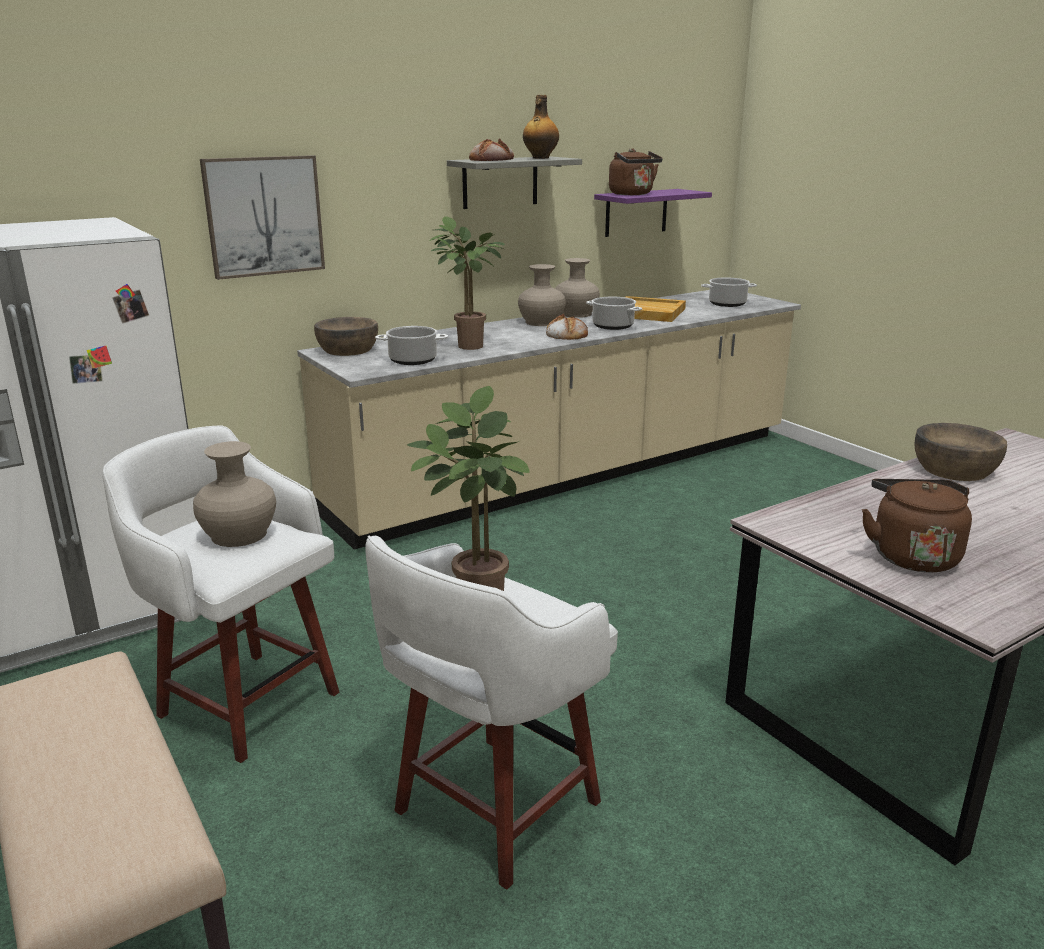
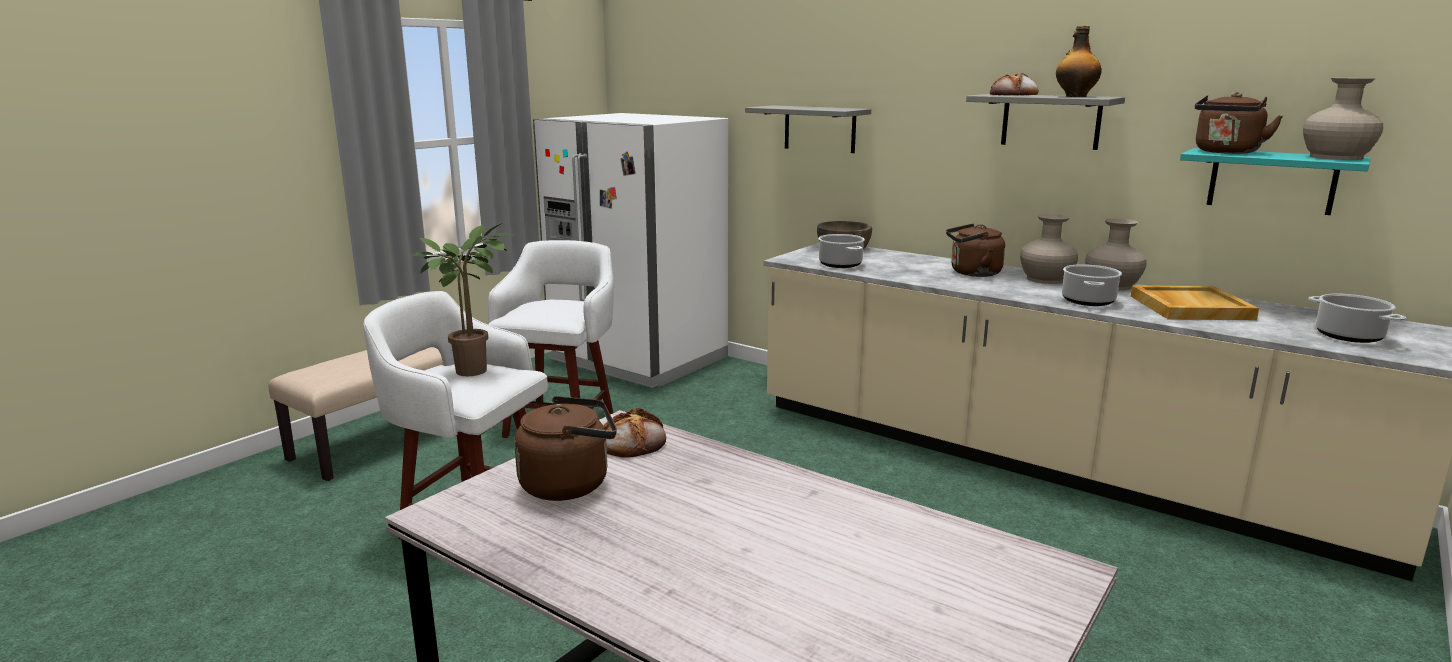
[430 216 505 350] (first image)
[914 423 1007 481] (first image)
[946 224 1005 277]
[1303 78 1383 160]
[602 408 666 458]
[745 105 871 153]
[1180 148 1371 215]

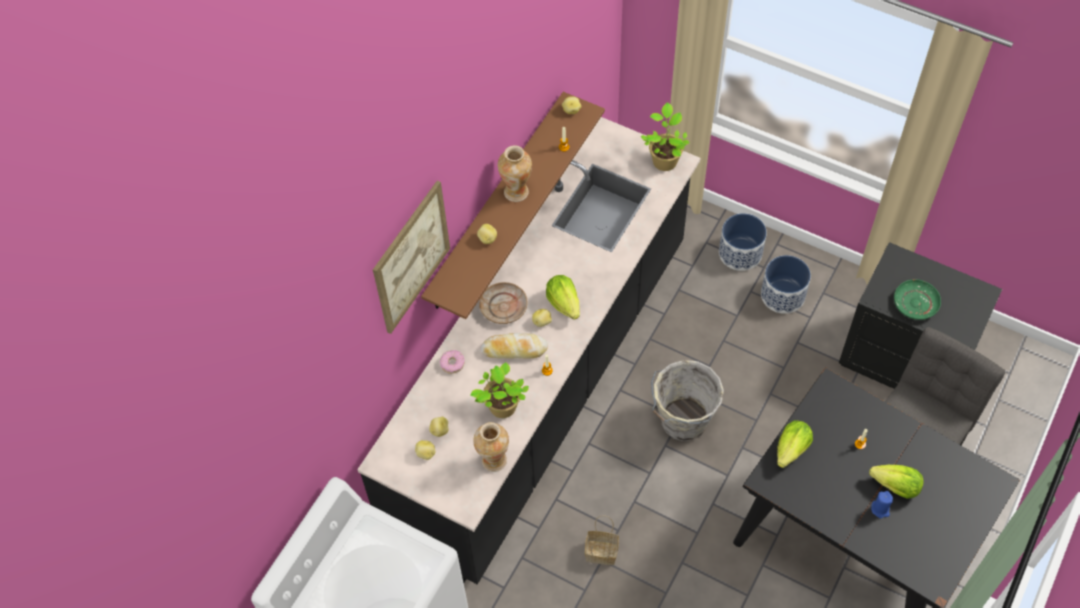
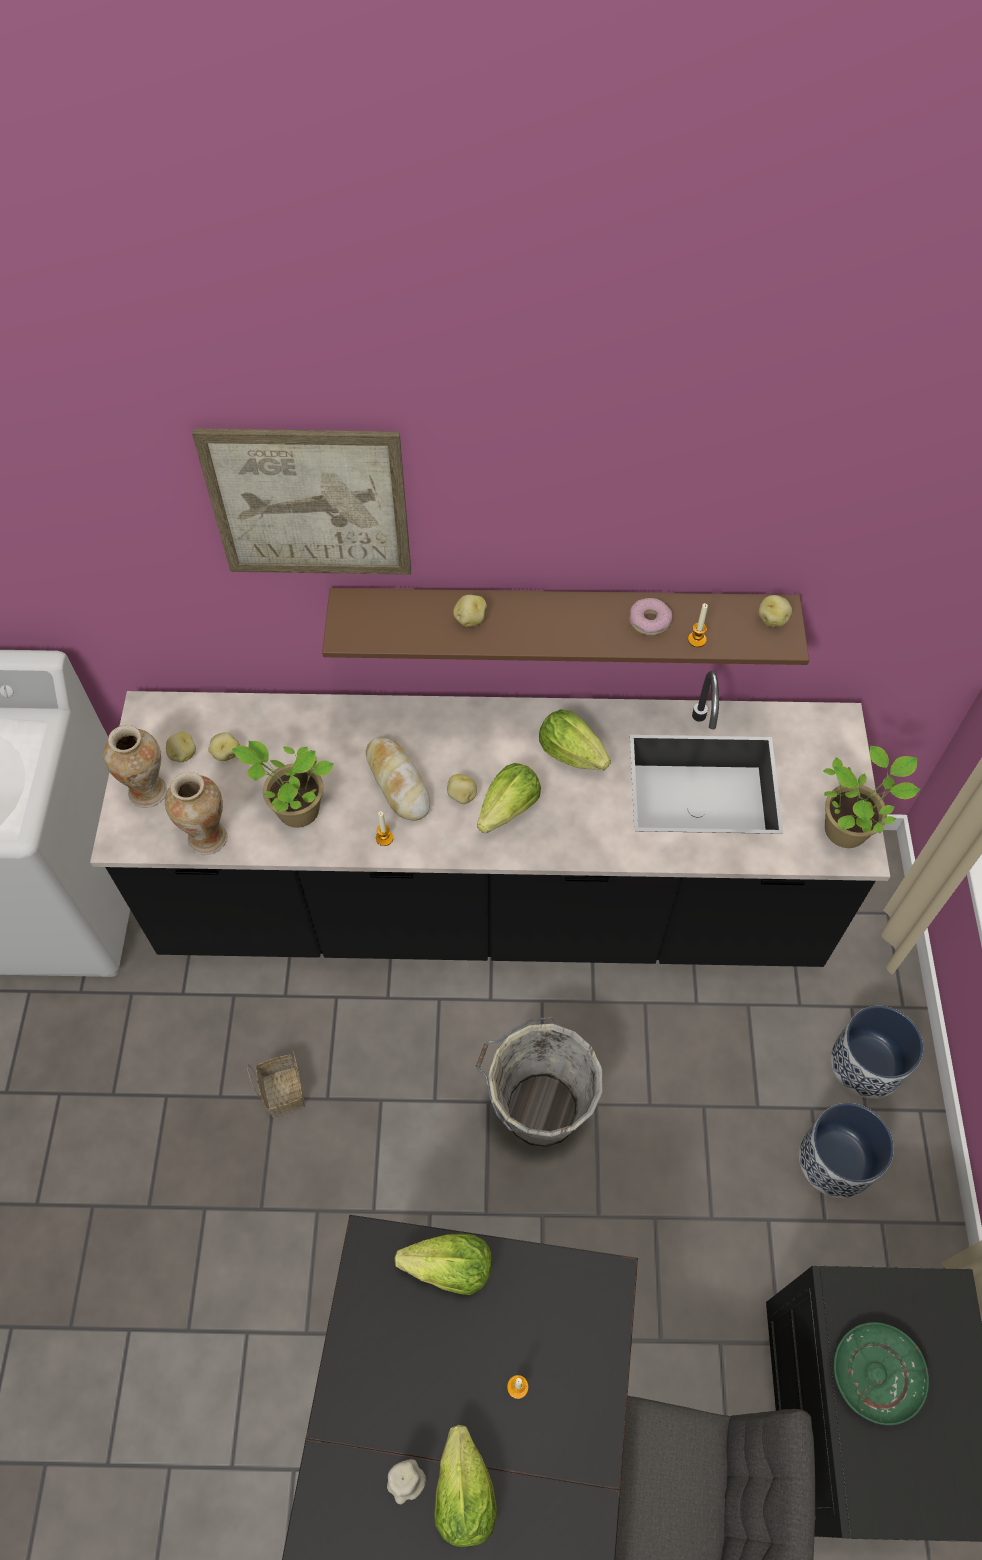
[479 282 527 324] (first image)
[539 710 611 771]
[629 598 672 635]
[103 725 167 808]
[387 1459 426 1504]

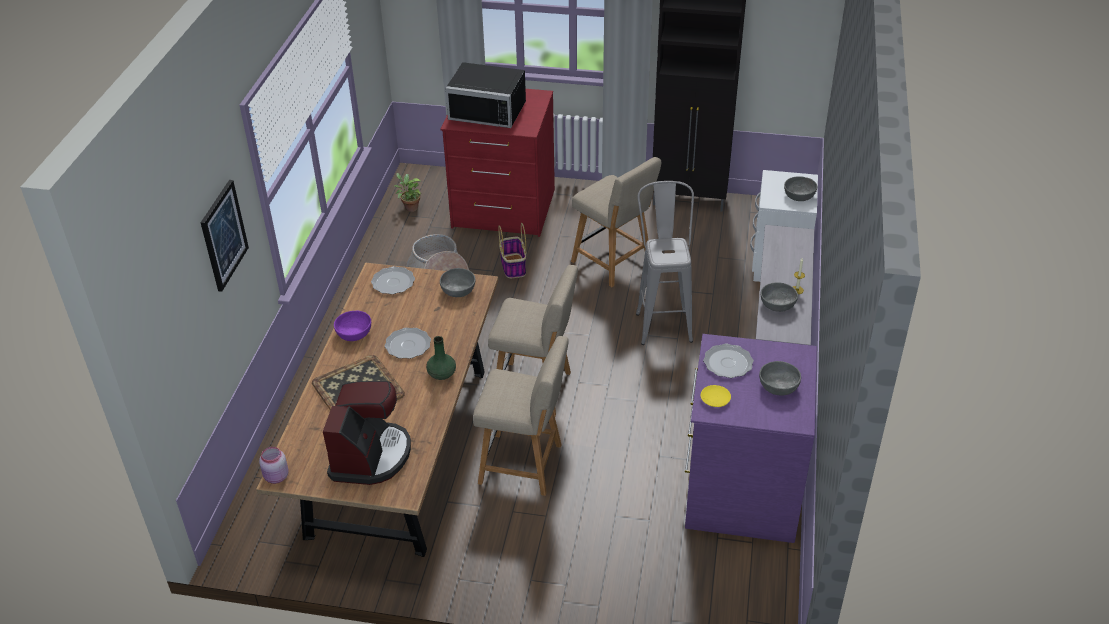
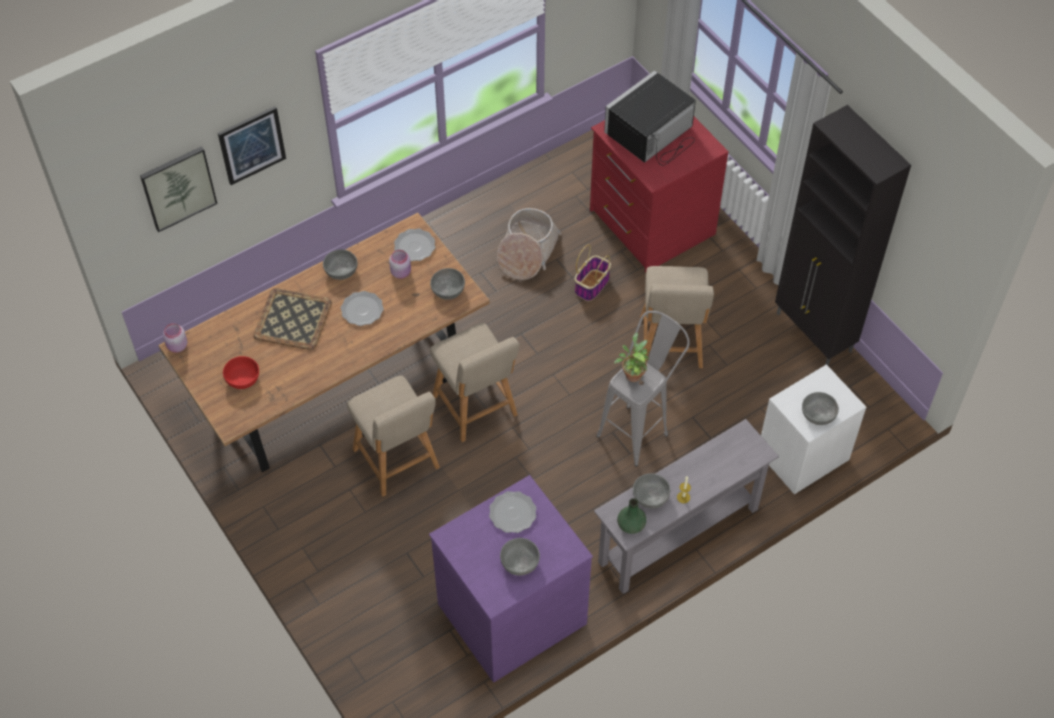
[701 385 731 407] (first image)
[140 146 217 232]
[389 250 411 279]
[614 333 649 382]
[617 498 646 534]
[223 356 259 389]
[323 249 357 280]
[604 70 696 166]

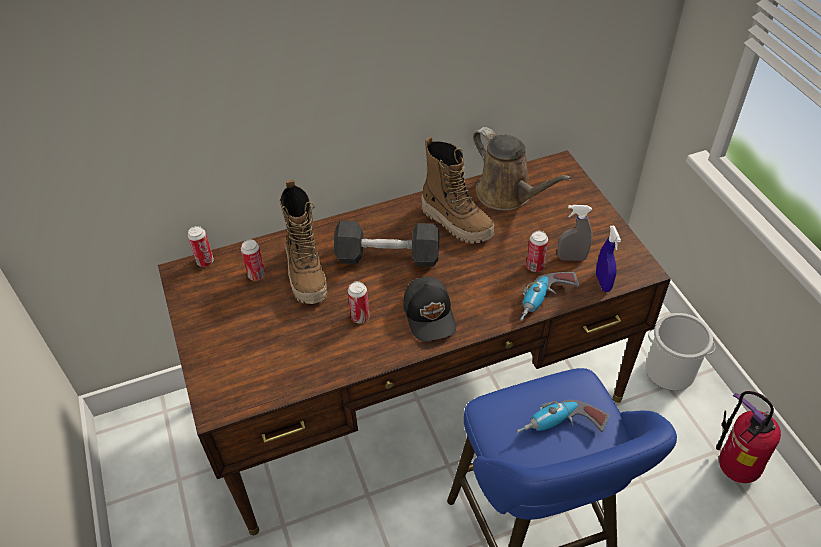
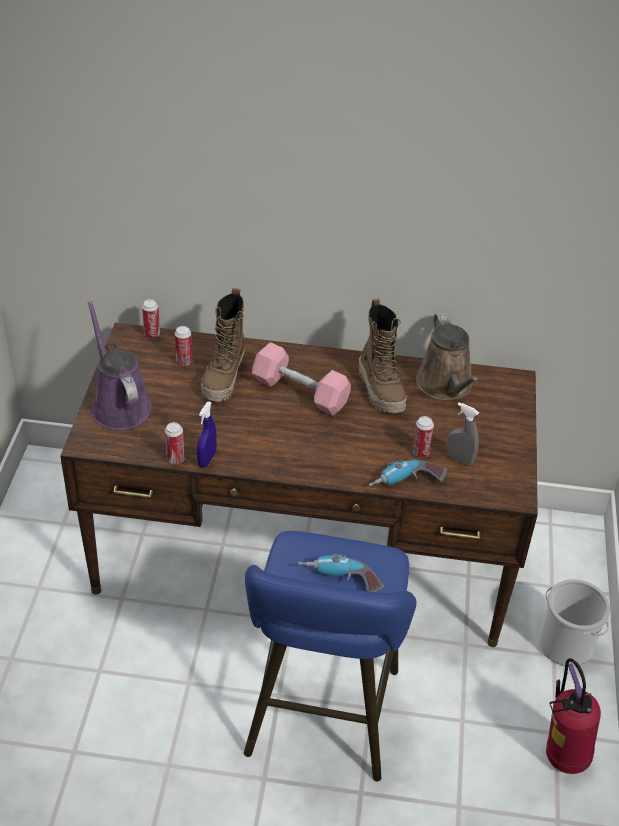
[403 276 456 341] (first image)
[88 301 152 430]
[165 422 185 465]
[197 402 217 468]
[252 342 351 416]

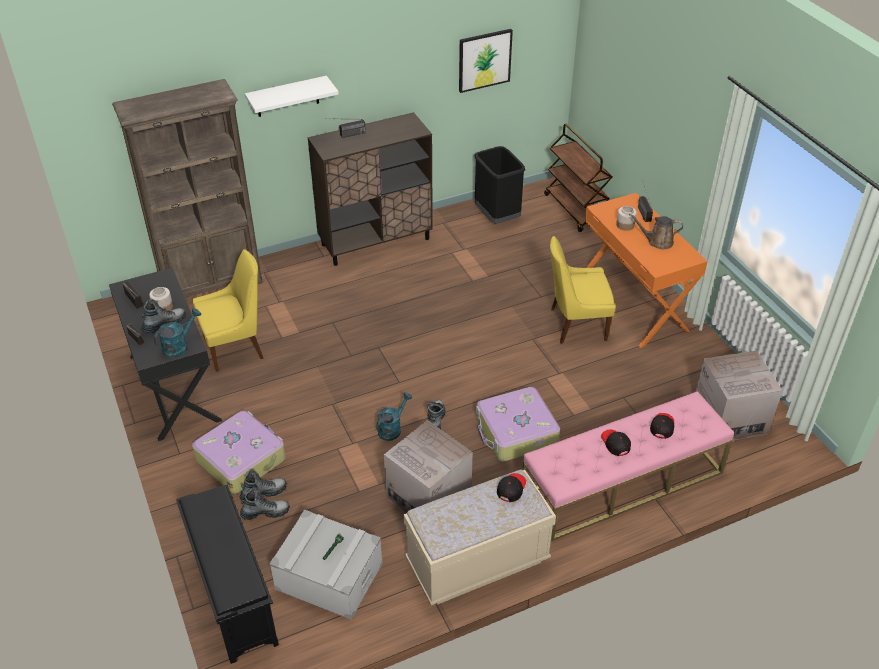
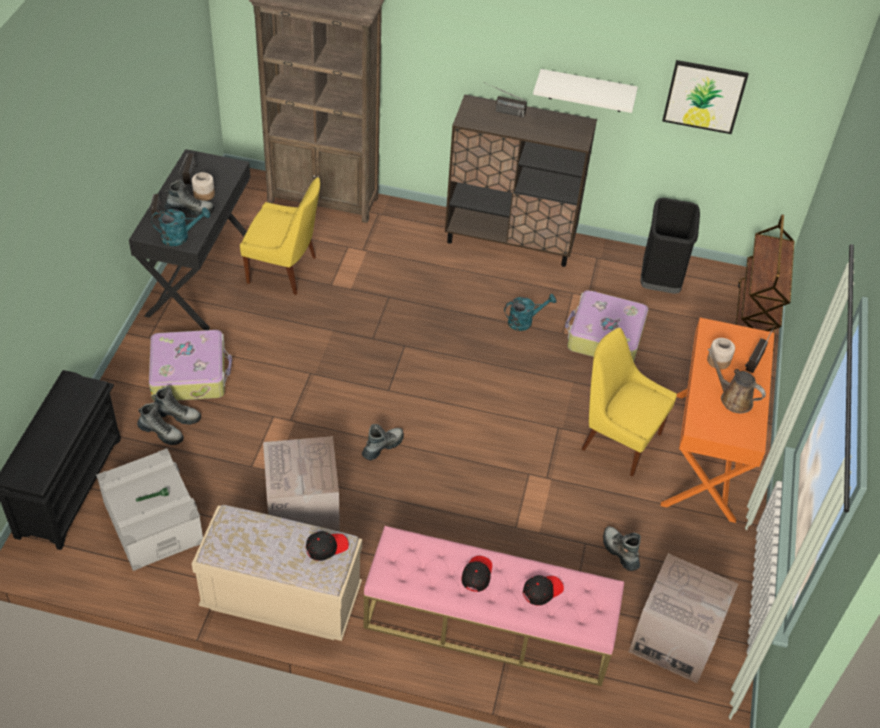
[603 526 641 571]
[533 69 638 113]
[504 294 556 331]
[565 290 648 362]

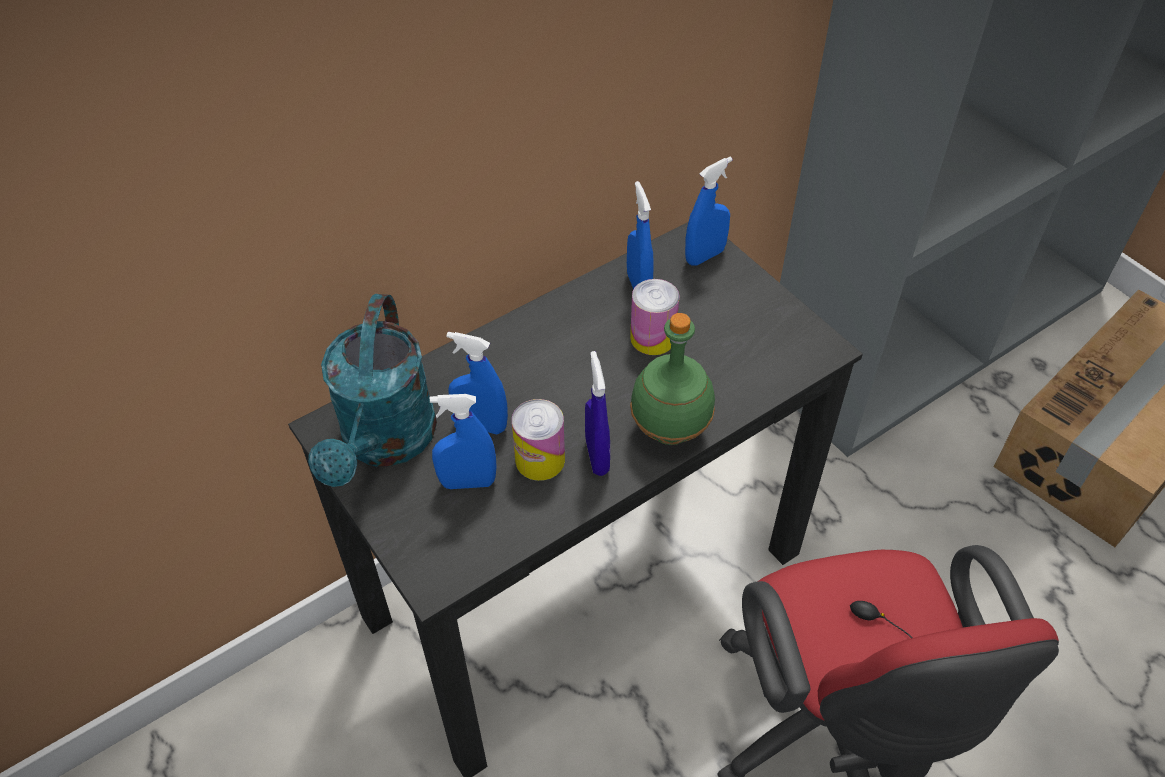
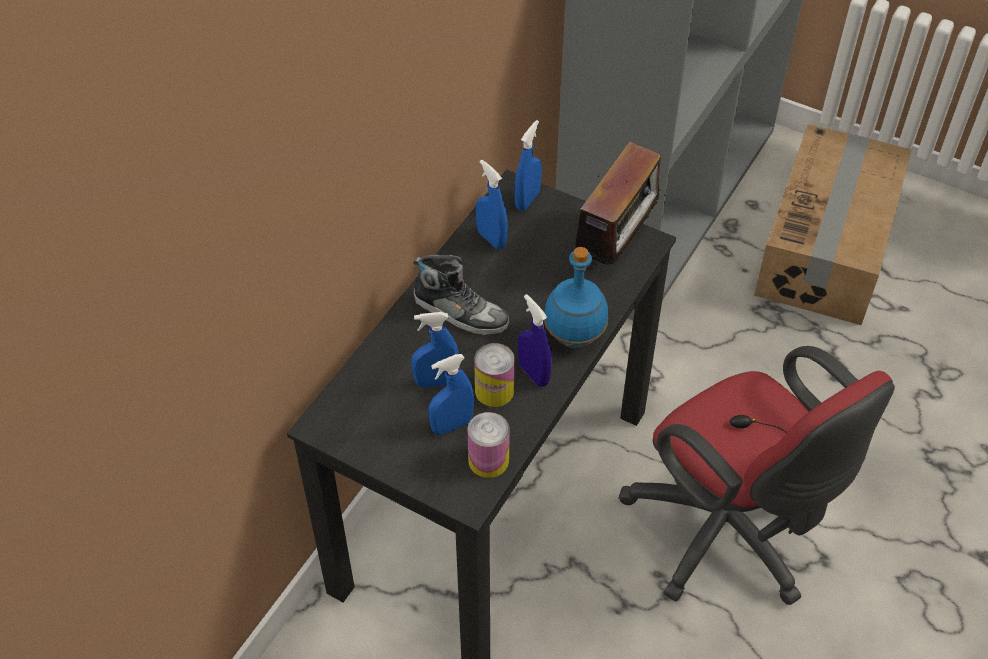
[308 294 437 487] (first image)
[413 255 509 335]
[574 141 666 269]
[468 412 510 478]
[544 247 608 348]

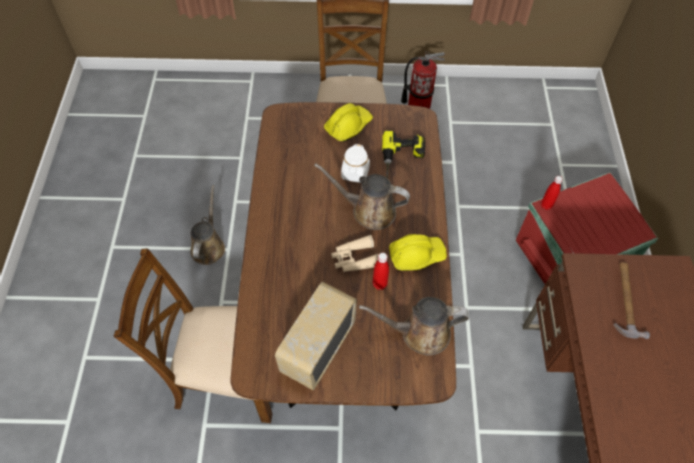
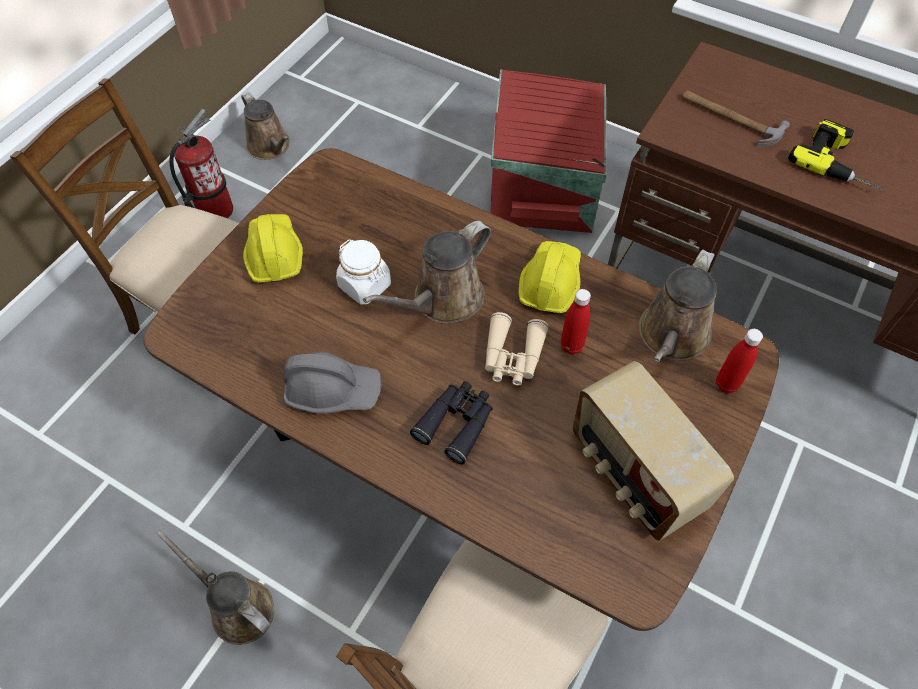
[241 92 290 160]
[283 352 381 414]
[410 381 493 465]
[788 119 883 190]
[716 329 763 393]

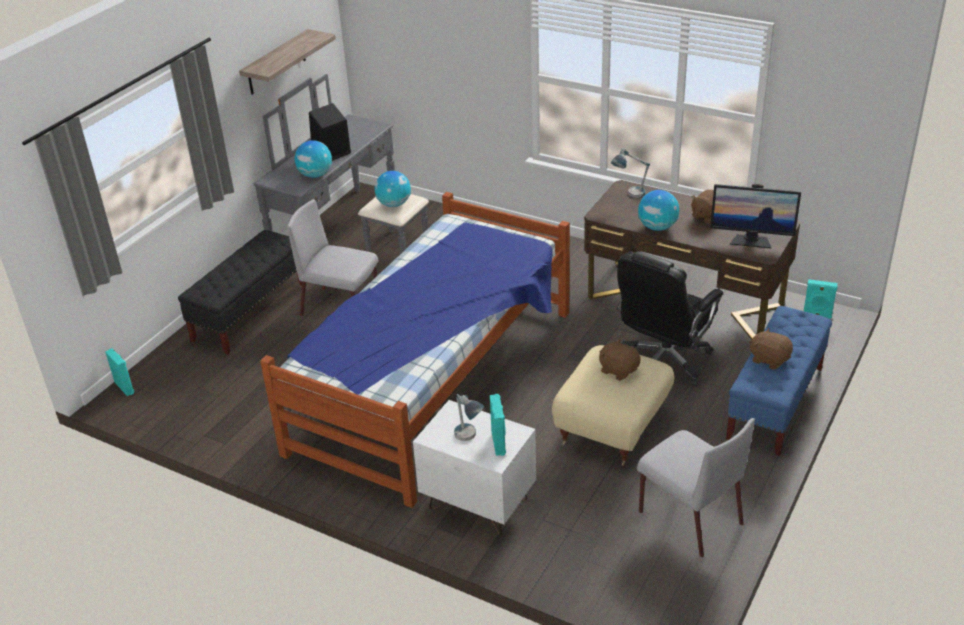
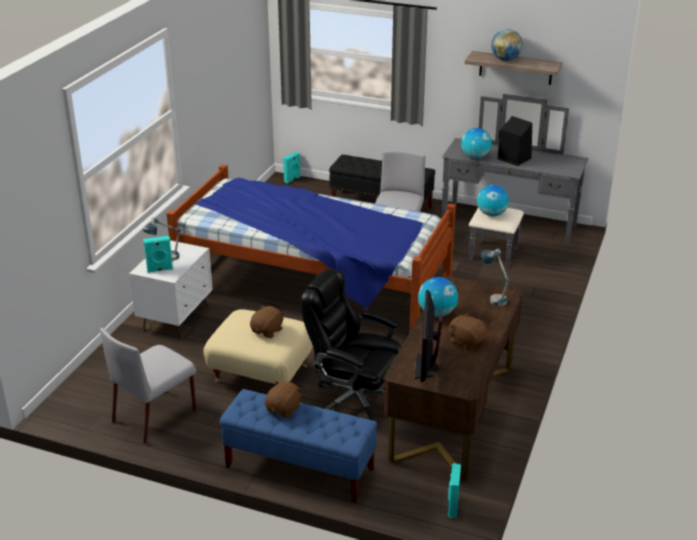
[491 29 523 61]

